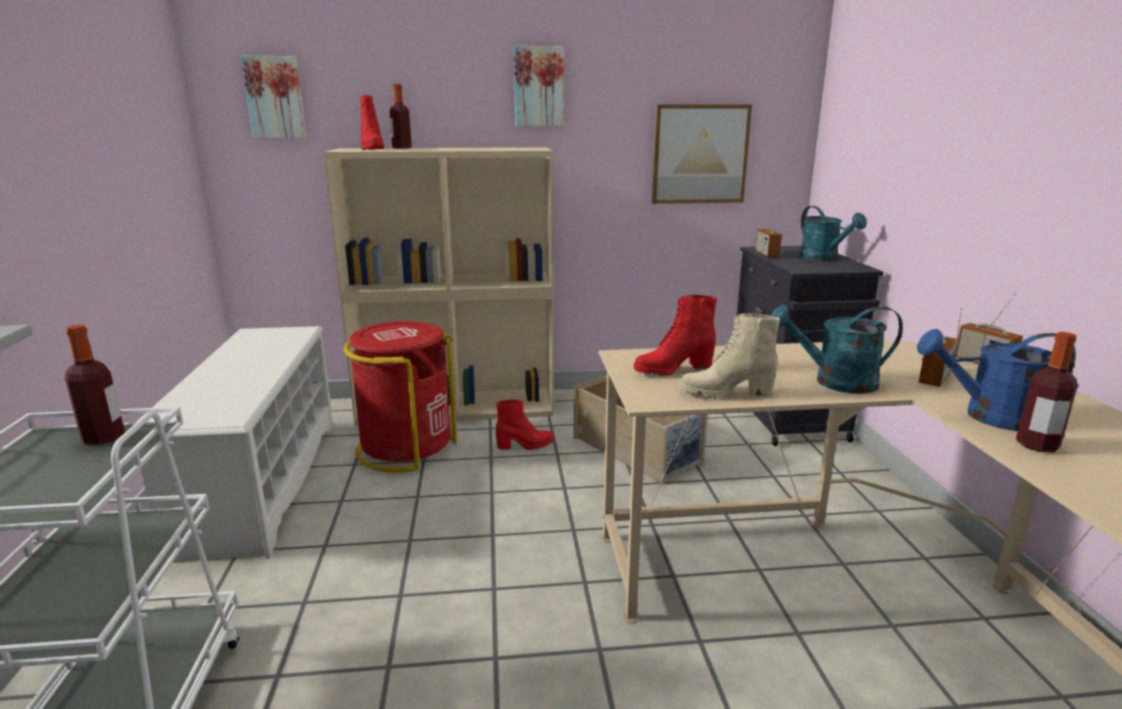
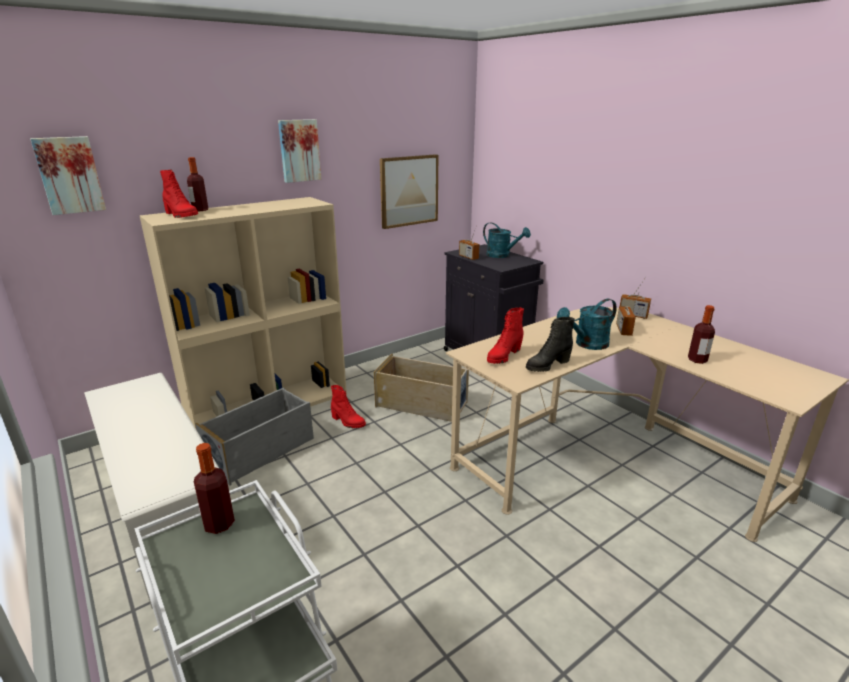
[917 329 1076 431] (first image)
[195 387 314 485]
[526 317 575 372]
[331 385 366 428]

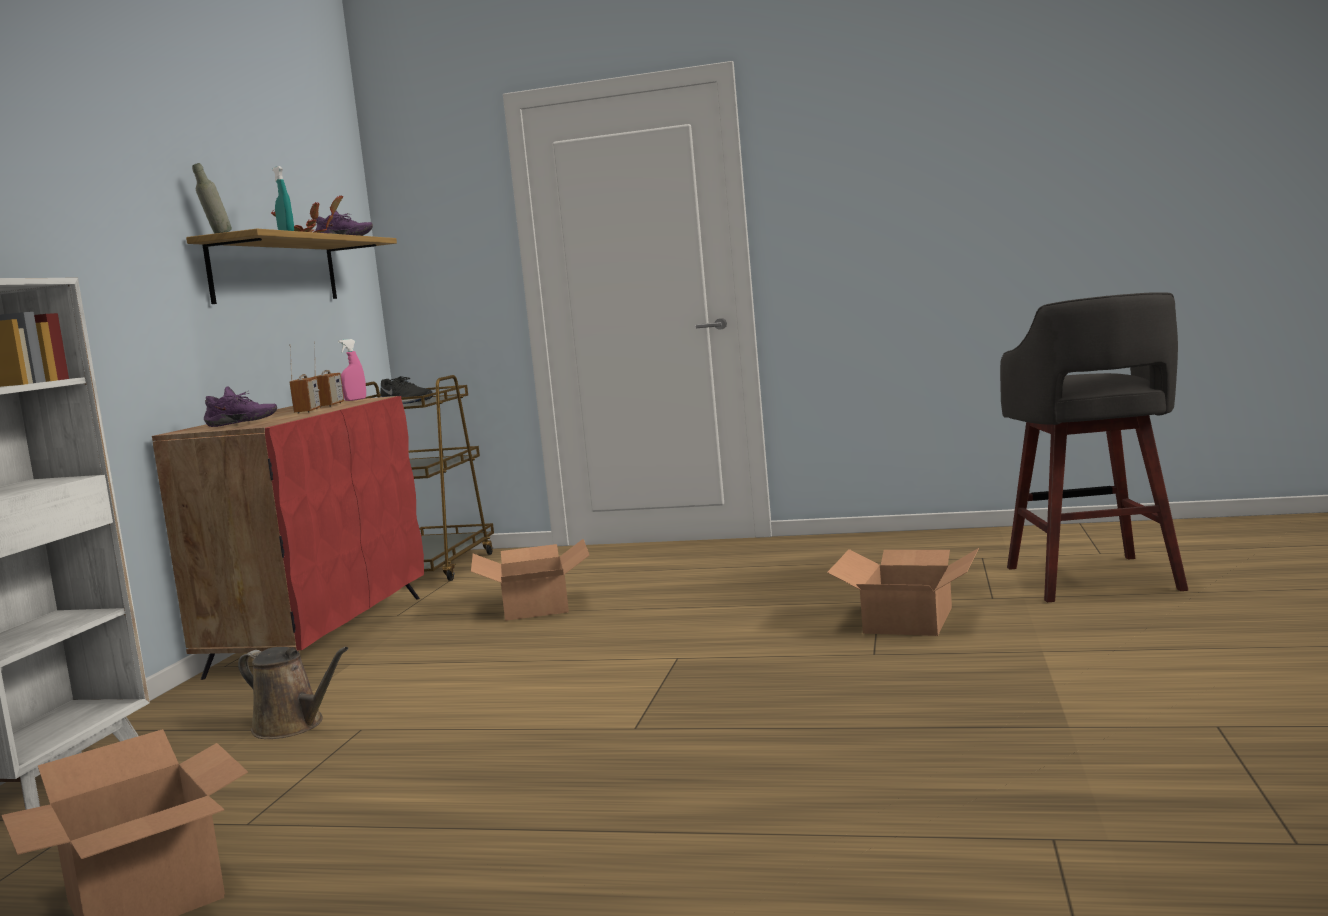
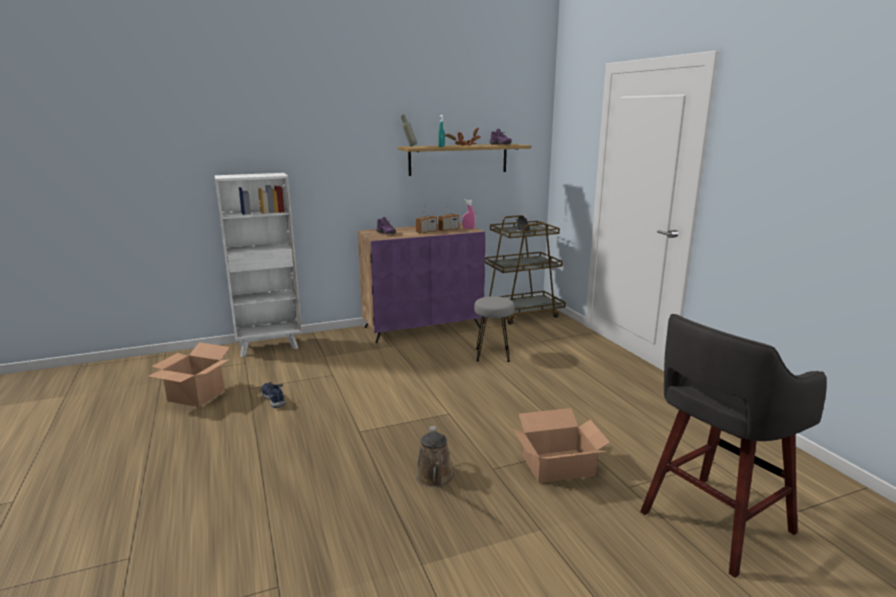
[261 382 285 408]
[415 426 455 487]
[474 296 515 362]
[358 223 486 343]

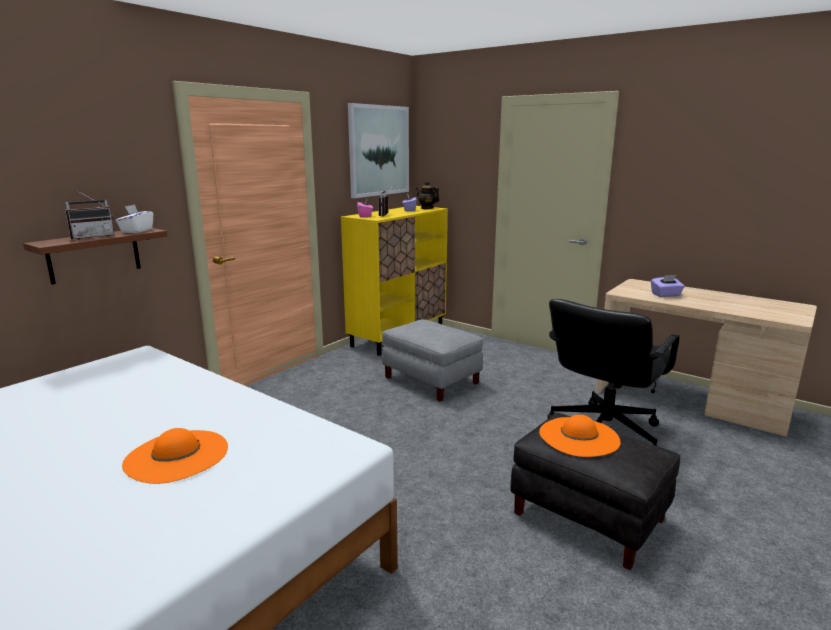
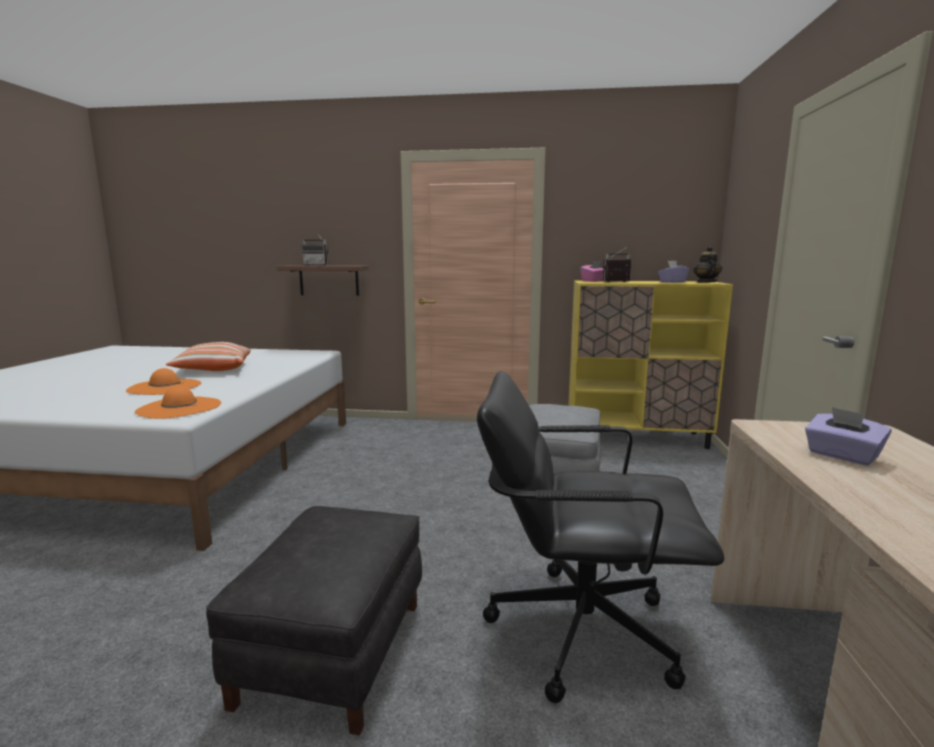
[116 205 153 233] (first image)
[348 103 409 198] (first image)
[166 342 251 371]
[135 386 221 419]

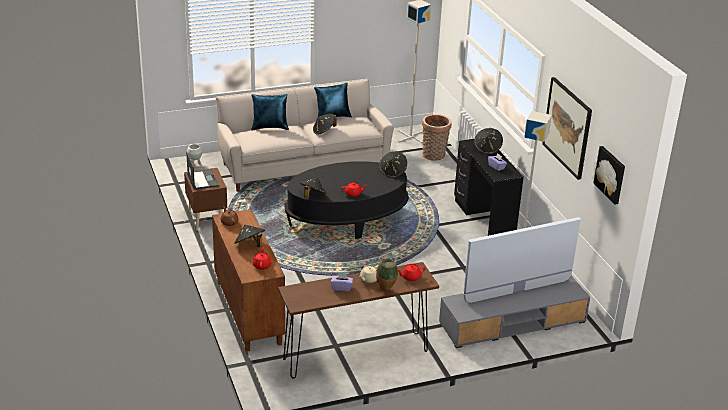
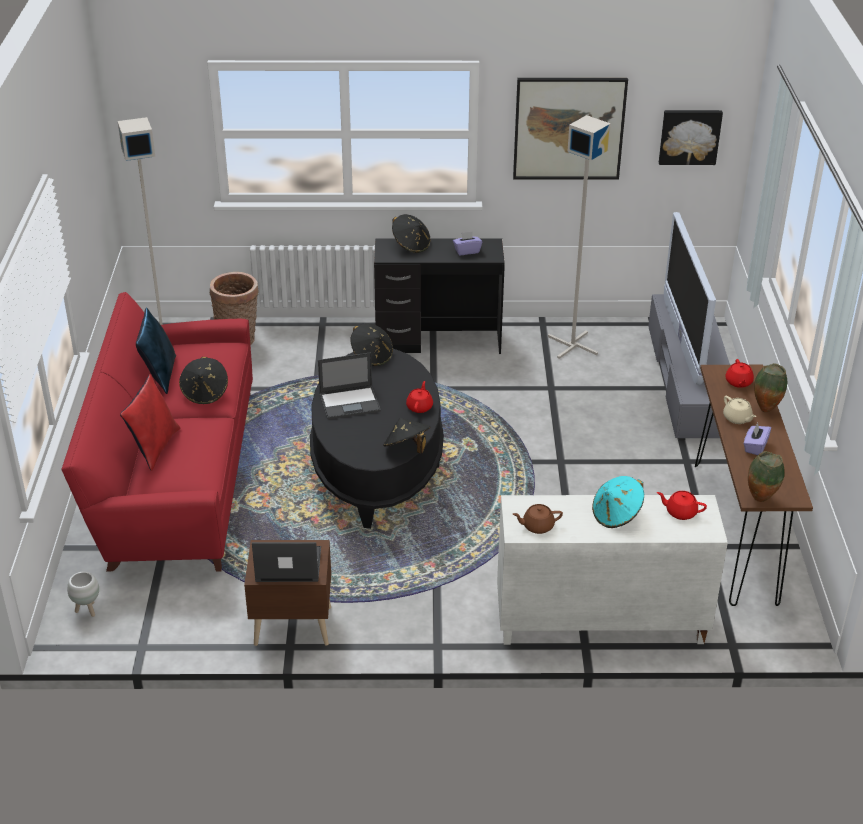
[318 352 381 419]
[748 451 785 502]
[497 495 728 645]
[61 292 253 572]
[592 476 644 528]
[120 374 180 471]

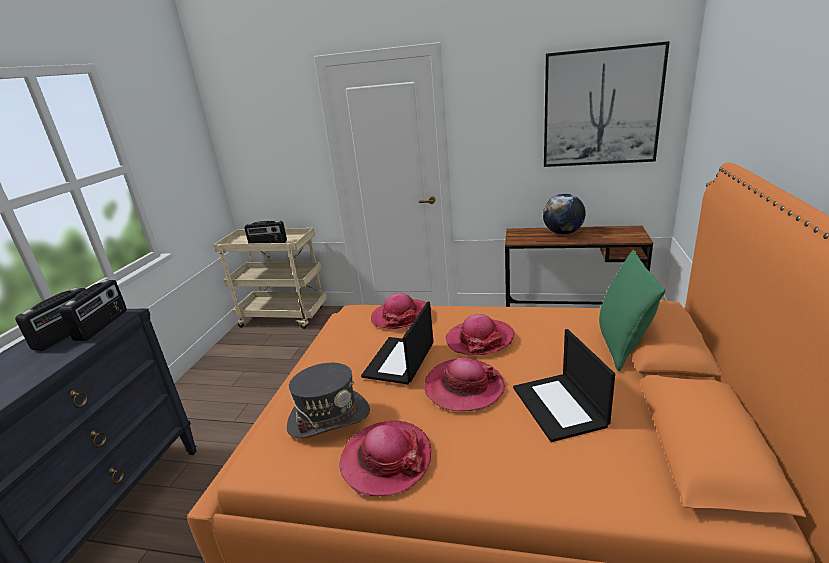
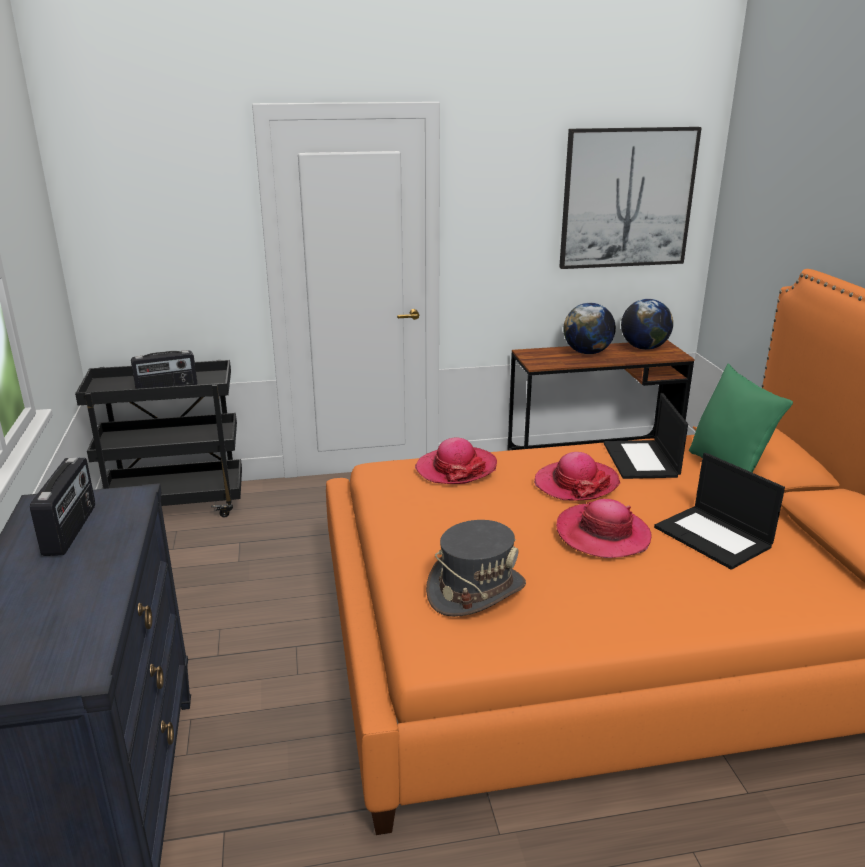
[59 280 127 341] (first image)
[339 420 432 496] (first image)
[621 299 673 350]
[604 393 688 479]
[75 360 242 518]

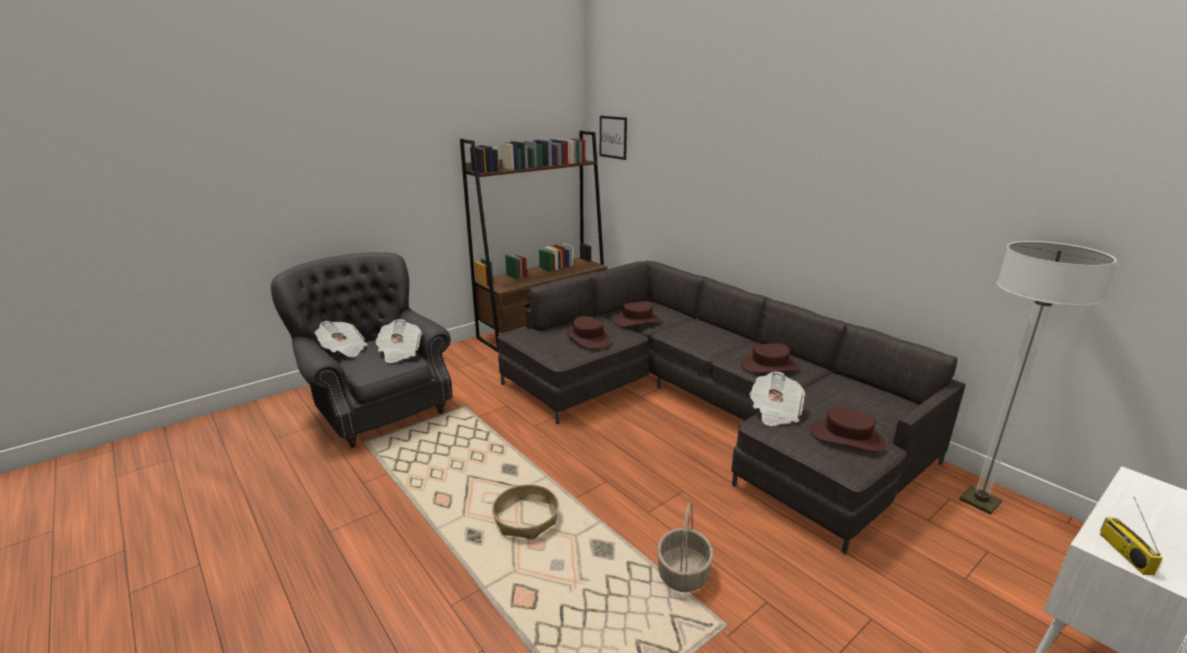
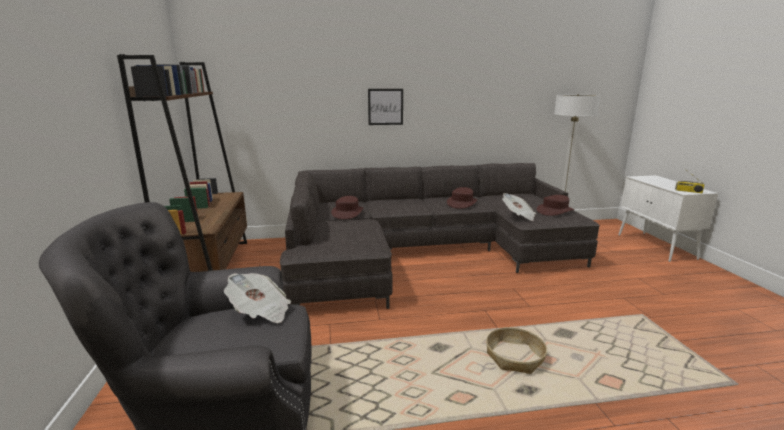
[315 321 367 357] (first image)
[566 316 610 349] (first image)
[657 503 713 592] (first image)
[368 89 403 125]

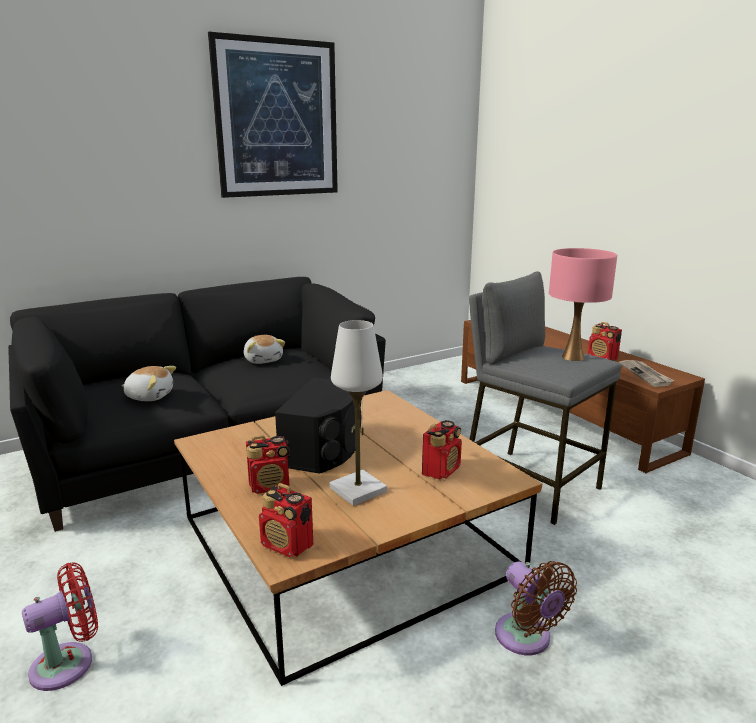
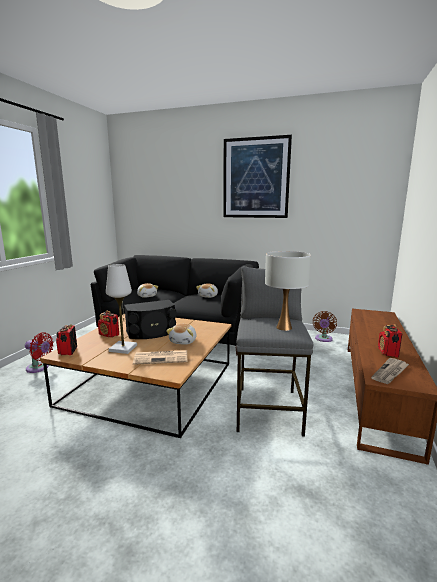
[166 324 196 345]
[313 311 337 342]
[133 350 187 365]
[265 251 311 331]

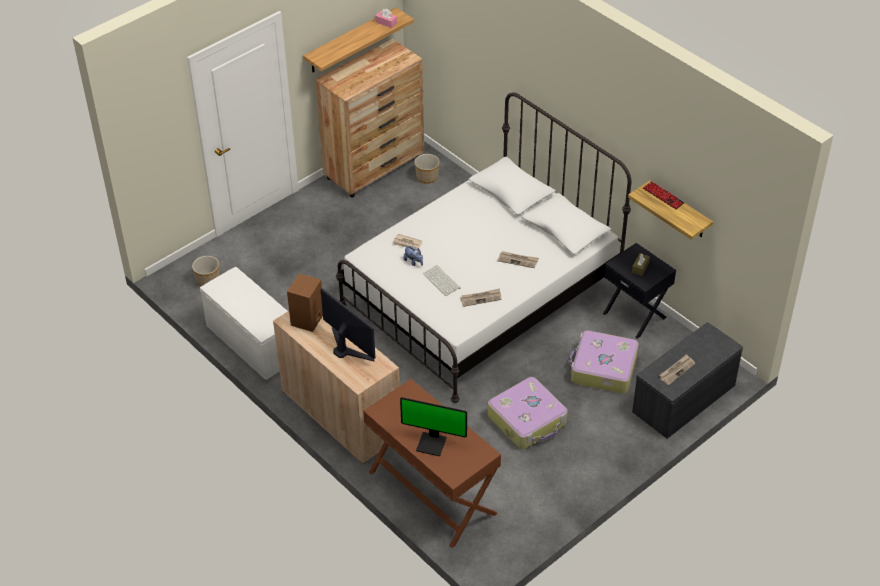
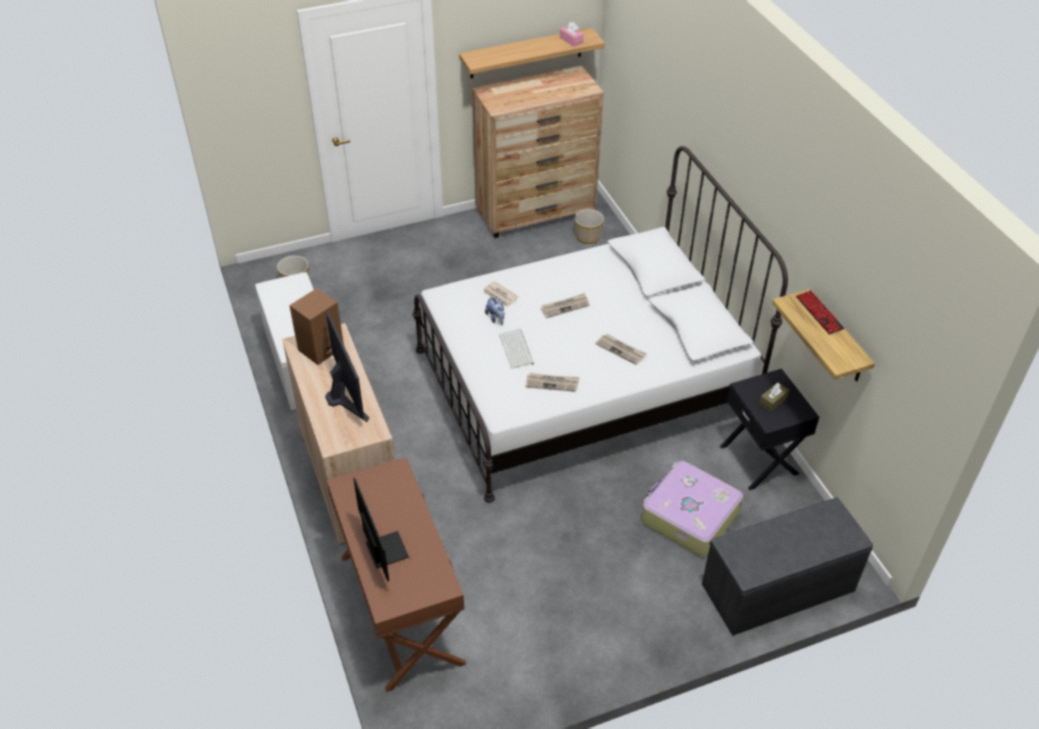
[488 377 568 449] (first image)
[541 293 589 318]
[353 478 409 581]

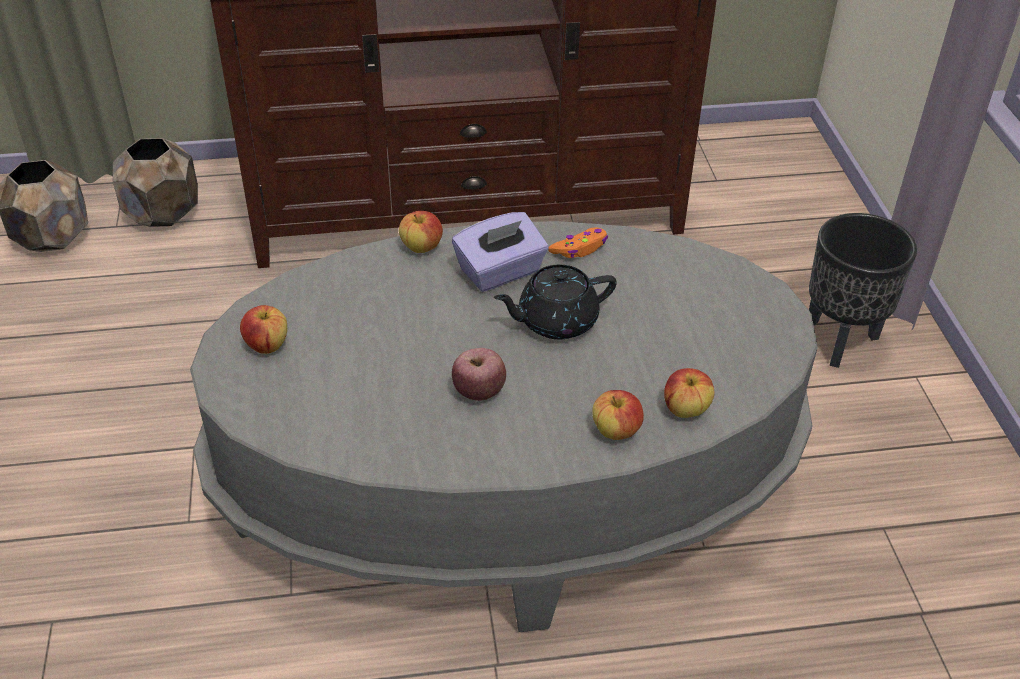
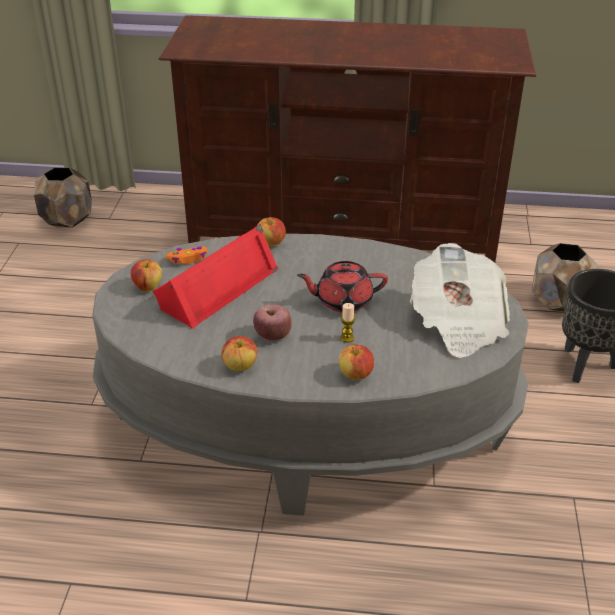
[452 212 549 292] (first image)
[153 224 279 329]
[340 303 355 343]
[410 243 510 358]
[532 243 597 311]
[165 246 208 264]
[221 336 258 371]
[297 261 388 312]

